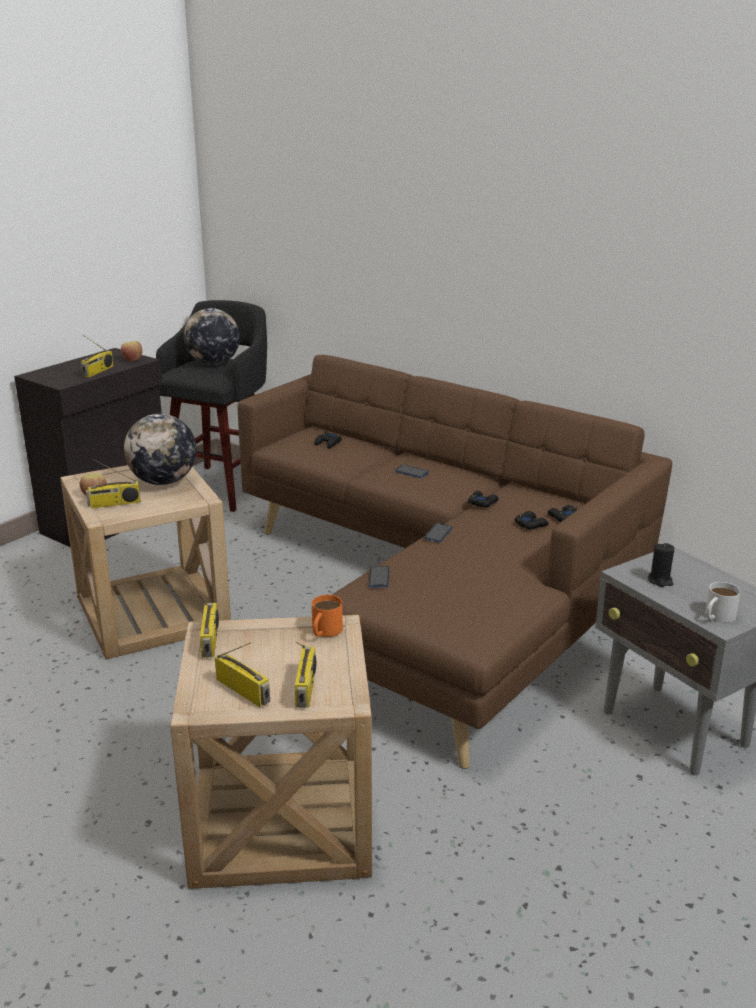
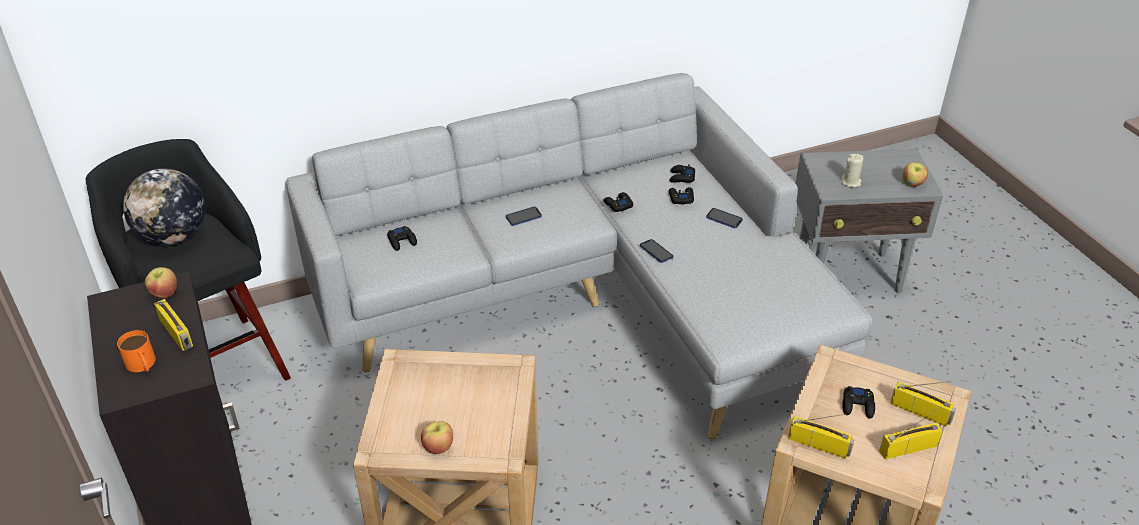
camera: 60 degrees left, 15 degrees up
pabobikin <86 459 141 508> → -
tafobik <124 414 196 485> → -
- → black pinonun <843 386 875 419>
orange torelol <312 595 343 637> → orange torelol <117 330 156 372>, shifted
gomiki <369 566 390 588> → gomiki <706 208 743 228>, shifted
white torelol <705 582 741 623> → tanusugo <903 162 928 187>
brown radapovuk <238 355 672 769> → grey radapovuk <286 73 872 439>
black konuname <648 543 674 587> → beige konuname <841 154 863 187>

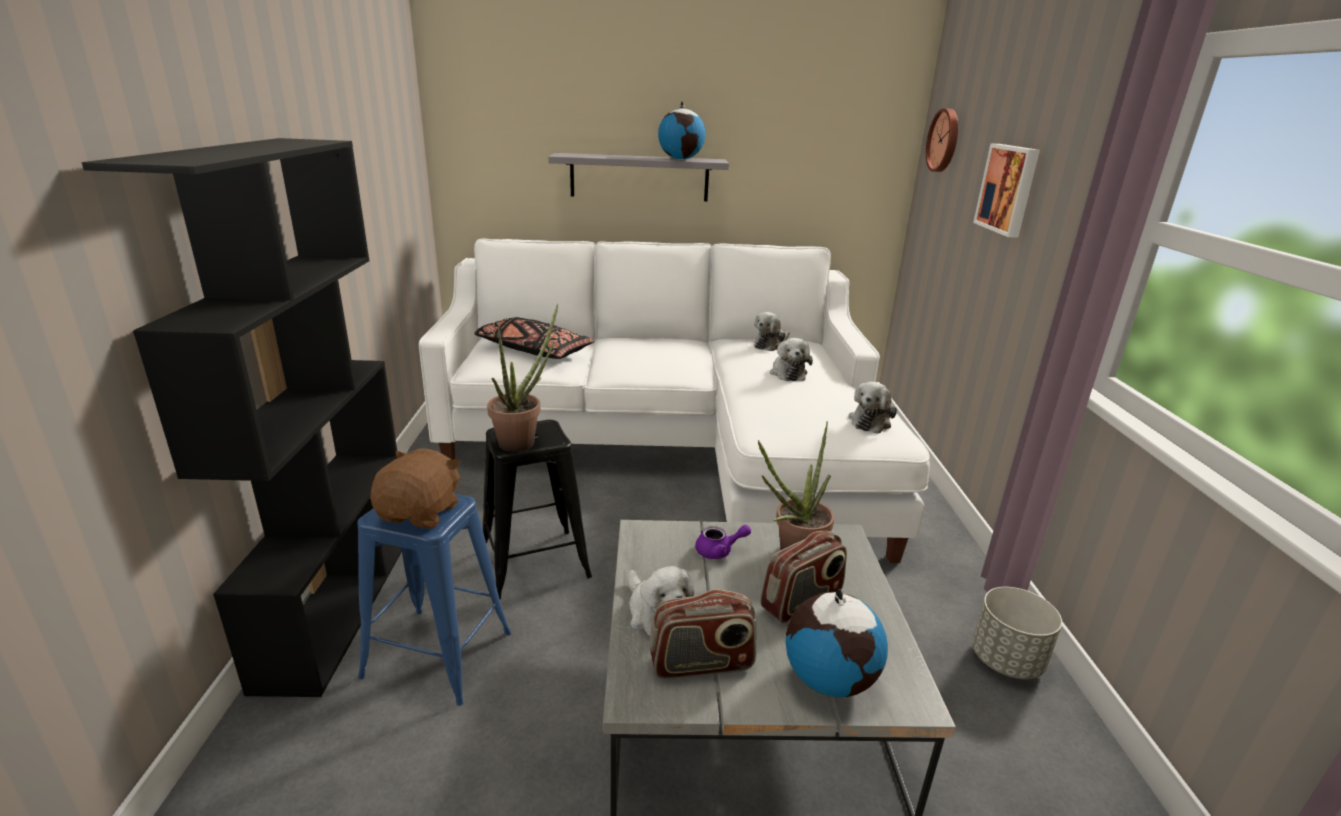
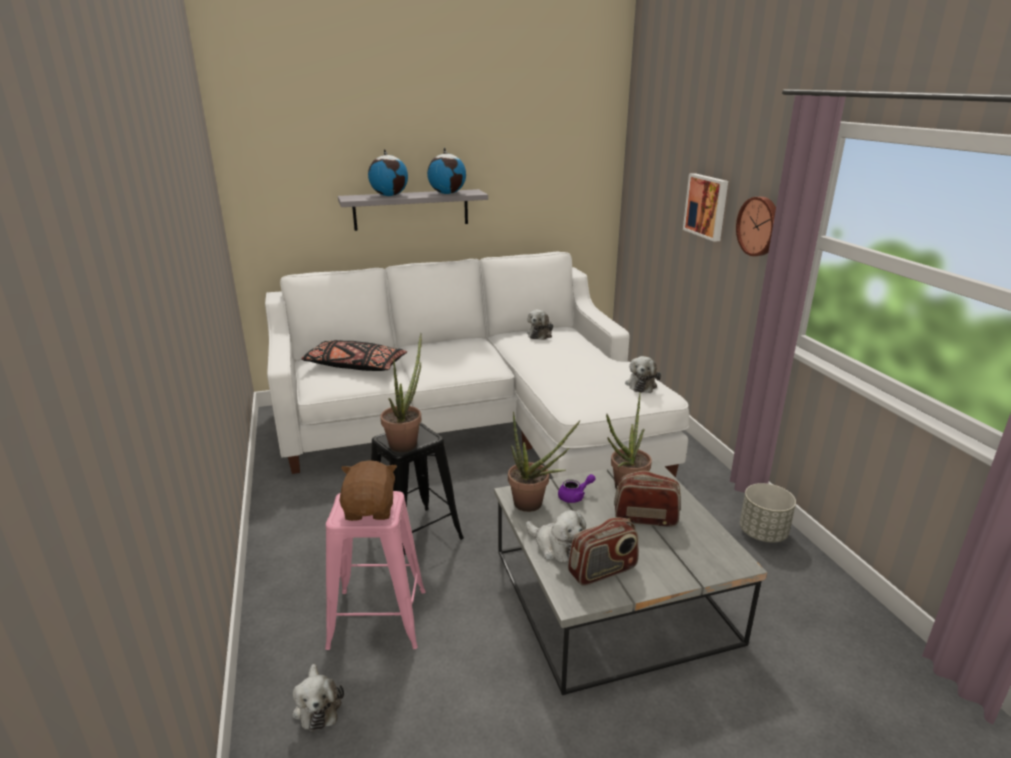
camera: 15 degrees left, 0 degrees up
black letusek <82 138 402 697> → -
- → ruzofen <508 411 580 512>
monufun <770 338 813 381> → monufun <292 664 344 732>, shifted
tafobik <785 588 888 697> → tafobik <368 149 408 196>, shifted
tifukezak <926 108 958 172> → tifukezak <736 197 776 256>, shifted
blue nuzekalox <358 494 511 706> → pink nuzekalox <325 491 426 650>
pabobikin <760 531 847 623> → pabobikin <614 471 681 527>, 120 degrees counterclockwise

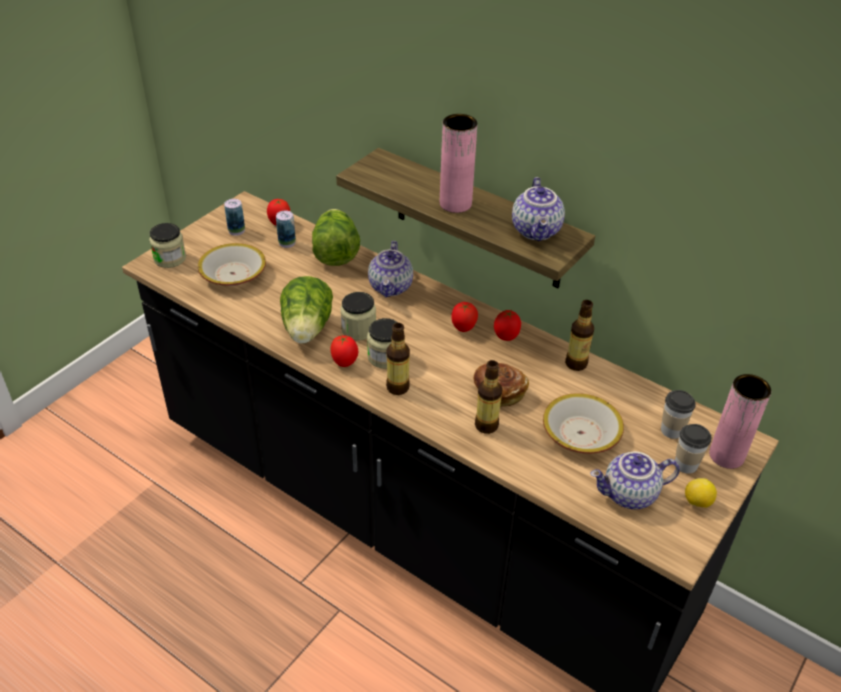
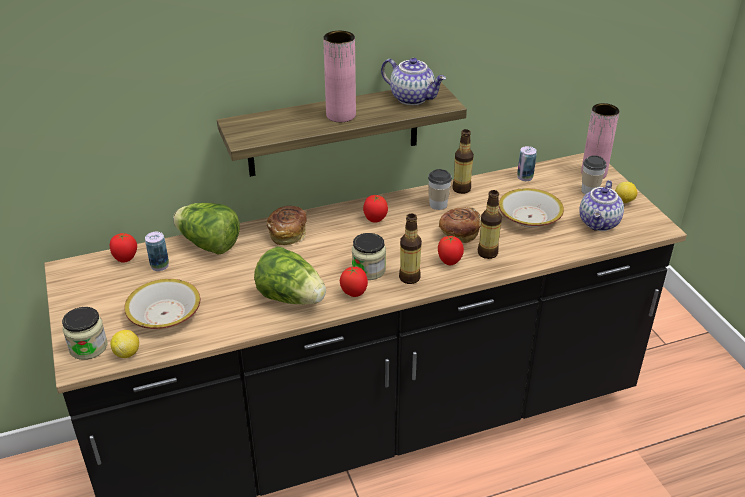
camera: 55 degrees left, 5 degrees down
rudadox <340 292 376 341> → -
- → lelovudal <110 330 139 358>
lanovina <224 199 245 236> → lanovina <517 146 537 181>, shifted
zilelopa <494 310 521 341> → zilelopa <438 236 464 265>, shifted
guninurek <661 390 696 439> → guninurek <428 169 452 210>, shifted
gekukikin <368 241 413 297> → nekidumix <267 206 307 245>

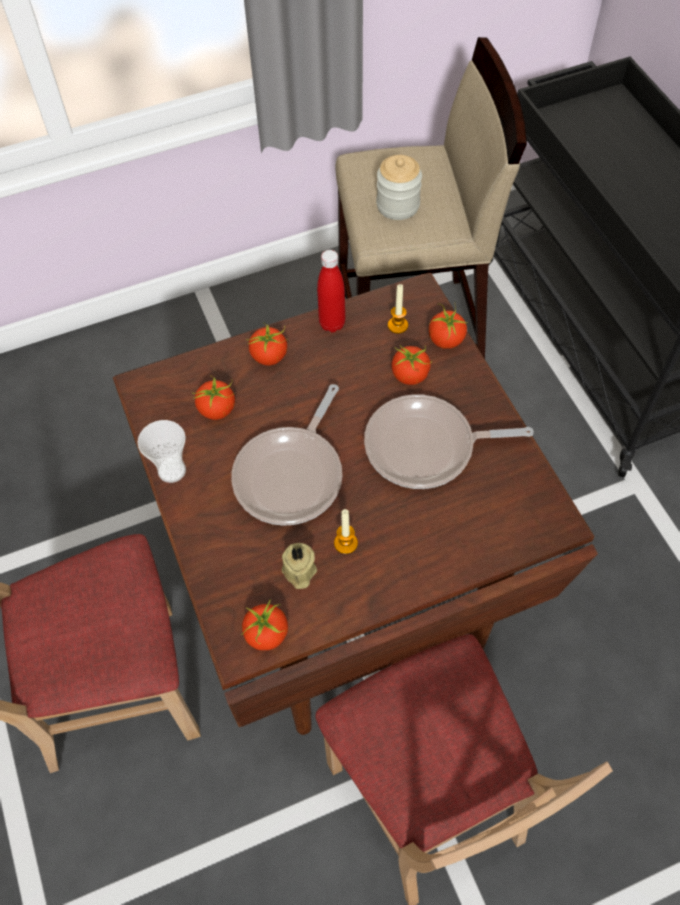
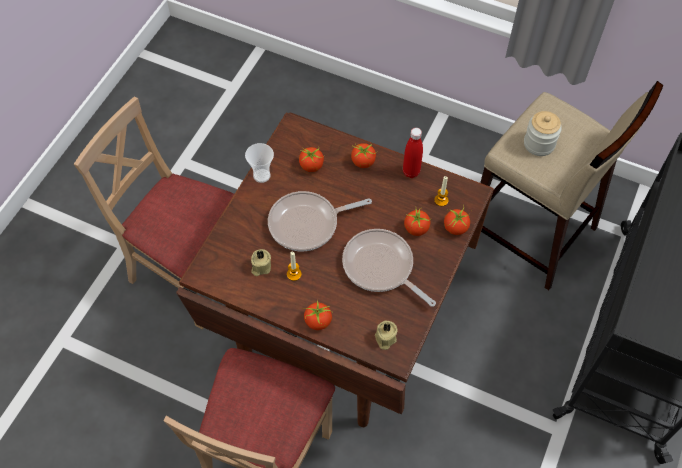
camera: 45 degrees right, 0 degrees up
- → beige konuname <375 320 398 350>
zilelopa <241 599 288 650> → zilelopa <304 300 332 330>, shifted

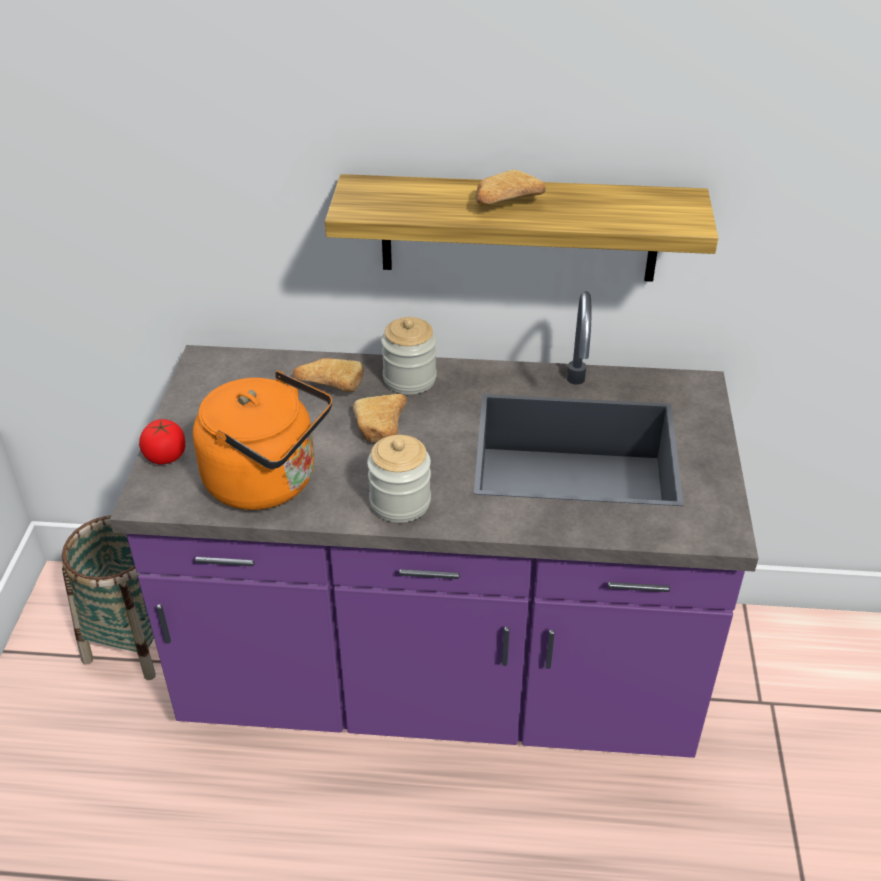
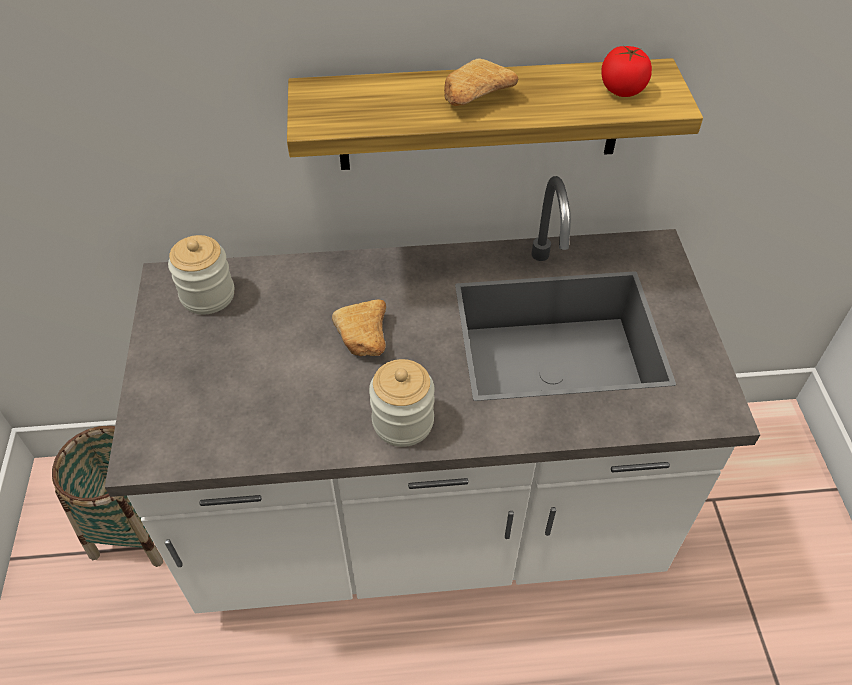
camera: 10 degrees left, 10 degrees up
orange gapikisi <193 371 332 510> → -
nekidumix <293 358 364 392> → -
zilelopa <139 419 185 465> → zilelopa <601 46 652 97>, shifted
rudadox <381 317 437 394> → rudadox <168 235 234 315>, shifted
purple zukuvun <110 291 758 758> → white zukuvun <105 176 760 613>

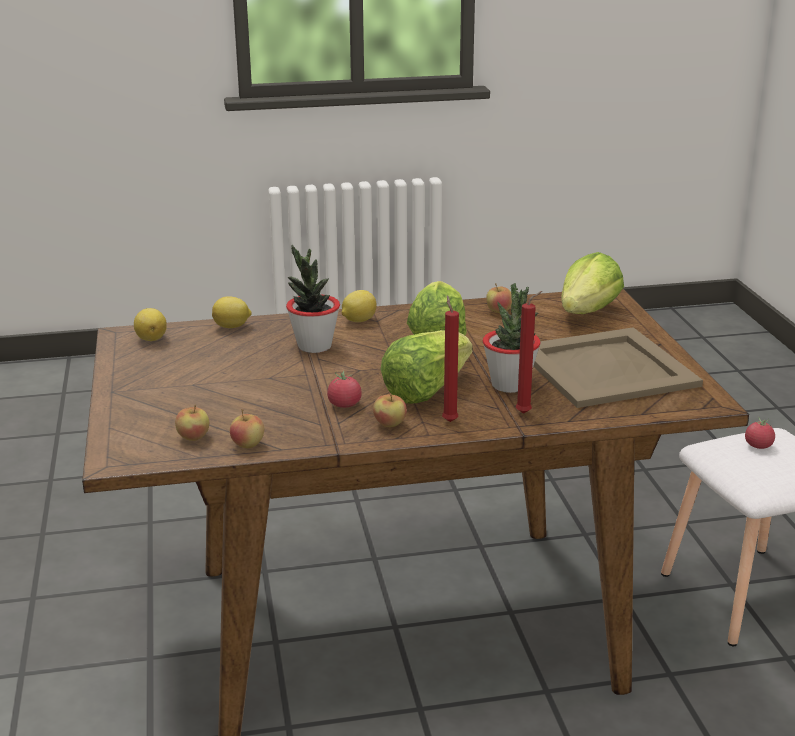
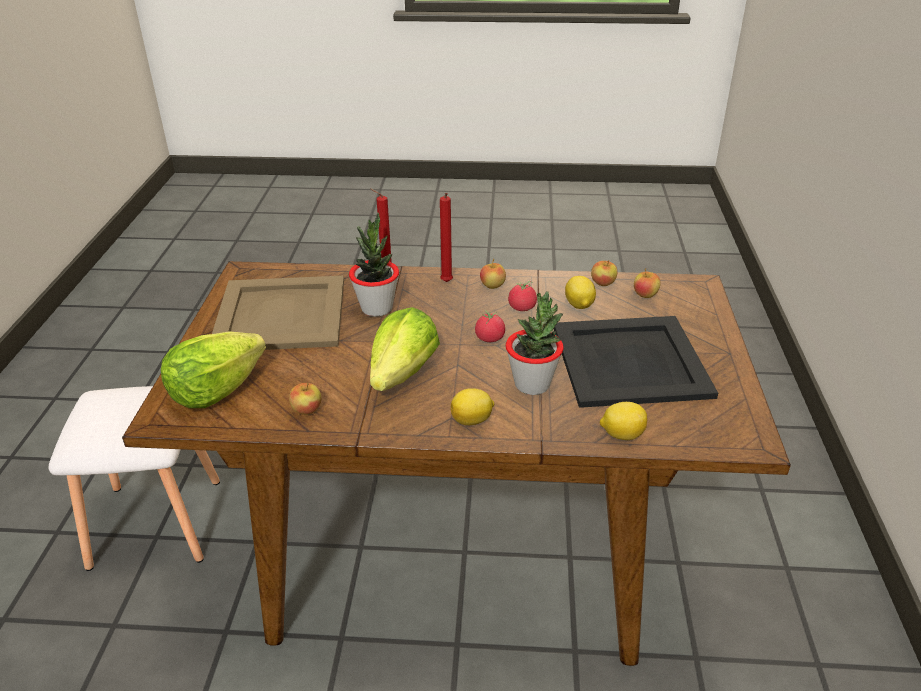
camera: 165 degrees left, 10 degrees up
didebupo <381 330 473 404> → -
- → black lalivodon <554 316 718 408>
lelovudal <134 308 167 341> → lelovudal <565 276 596 309>, shifted
zilelopa <745 417 775 449> → zilelopa <475 310 505 342>, shifted

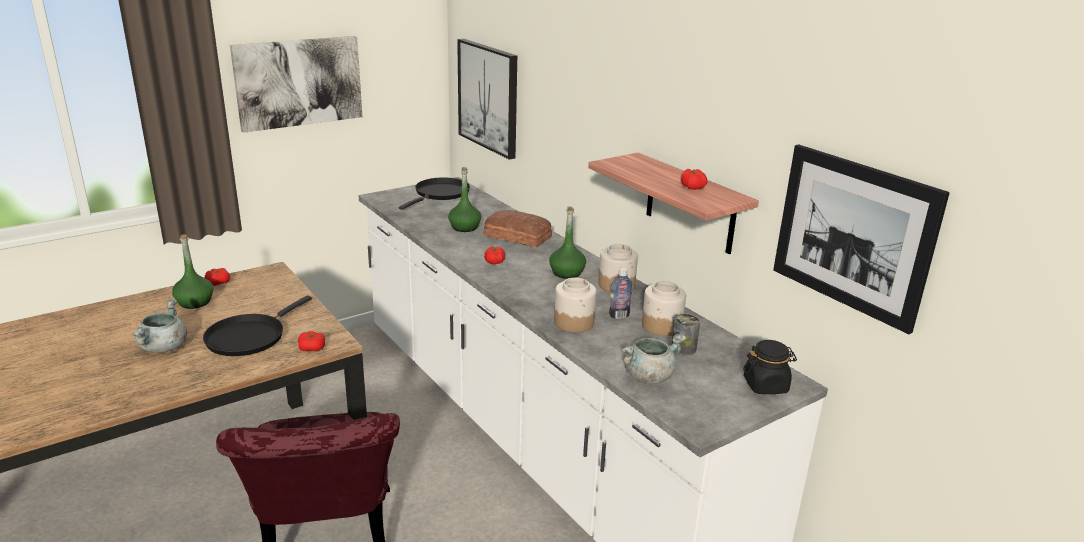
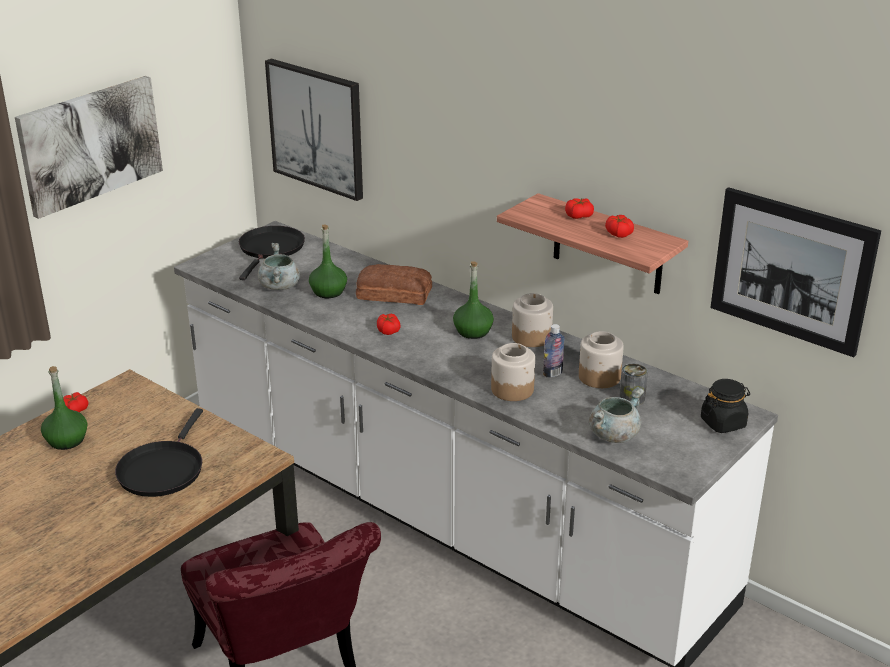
camera: 15 degrees left, 5 degrees up
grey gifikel <132 299 187 353> → grey gifikel <258 243 300 290>, shifted
zilelopa <298 331 325 351> → zilelopa <565 198 594 219>, shifted

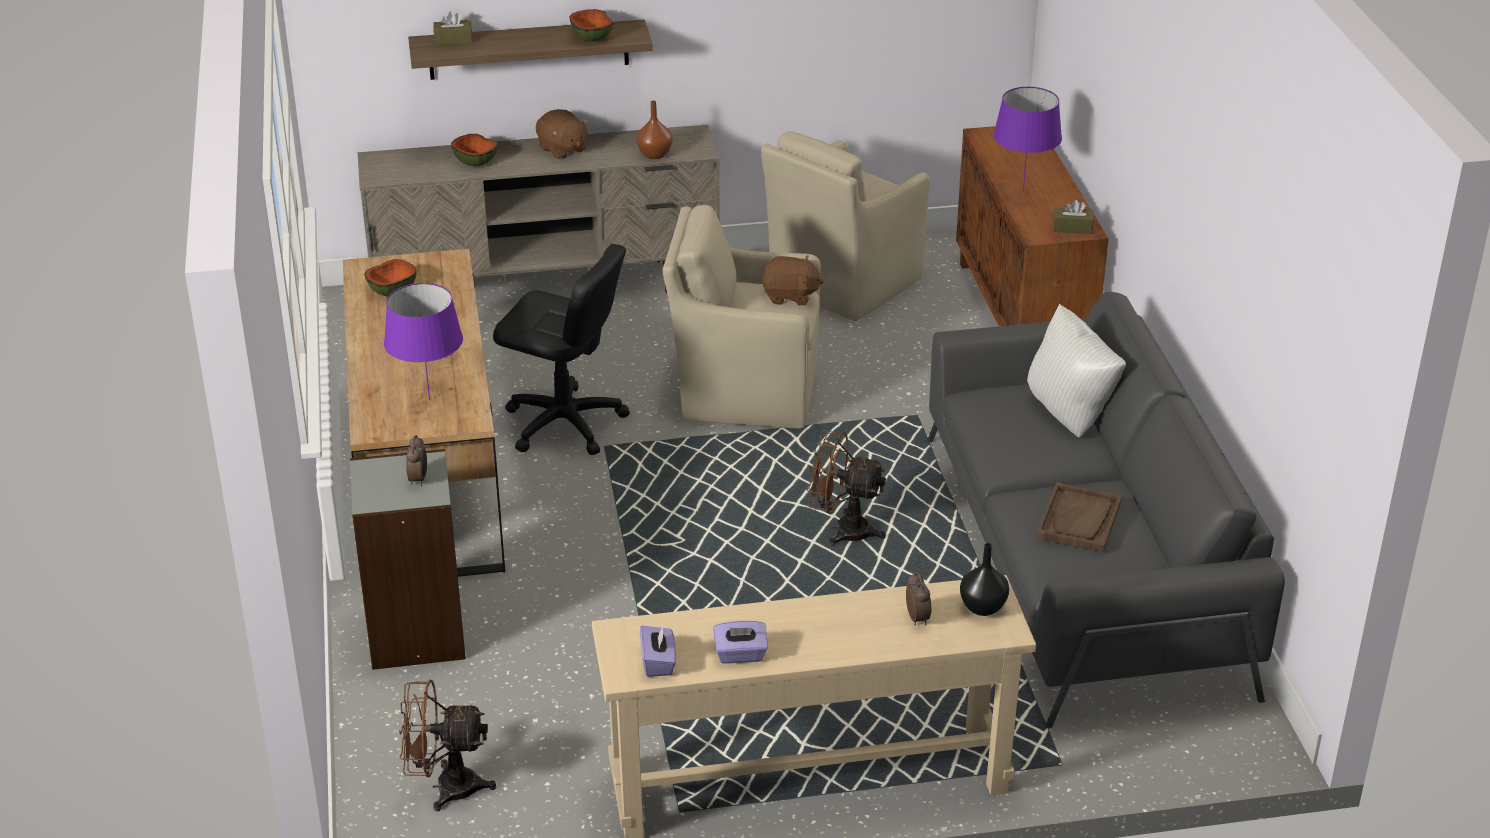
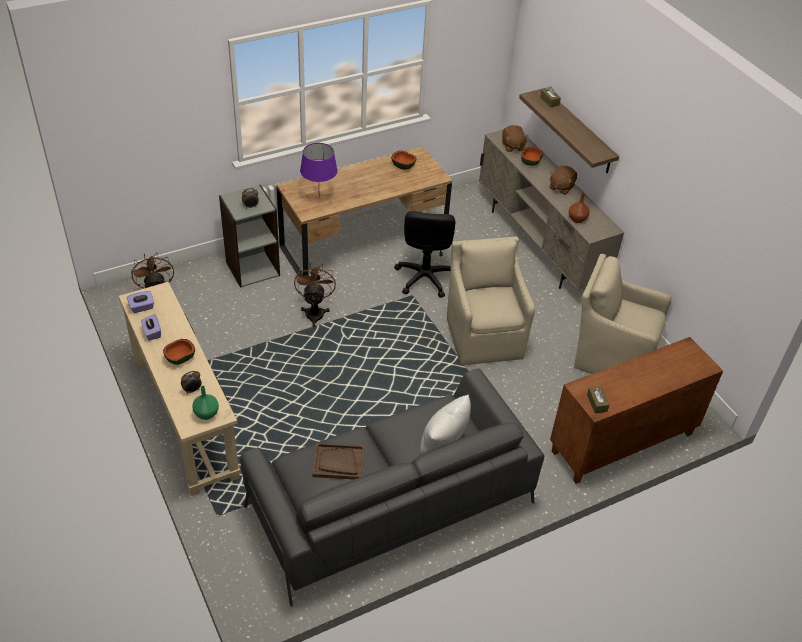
camera: 70 degrees right, 10 degrees up
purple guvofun <993 87 1062 191> → -
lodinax <569 9 613 42> → lodinax <163 339 195 365>, shifted
brown monufun <761 255 824 306> → brown monufun <502 125 528 152>, shifted
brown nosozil <807 430 886 546> → brown nosozil <294 263 336 327>, shifted
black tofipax <960 543 1009 616> → green tofipax <192 386 219 420>

